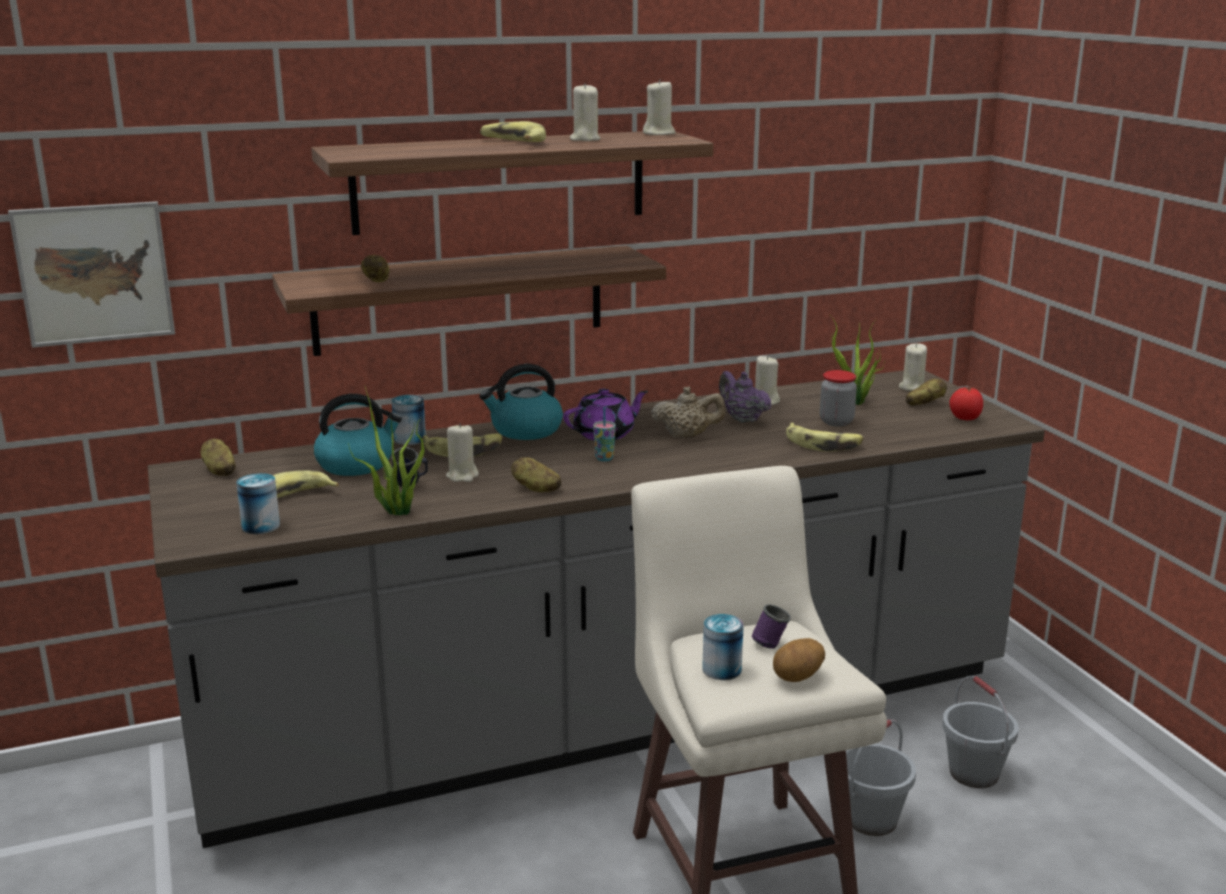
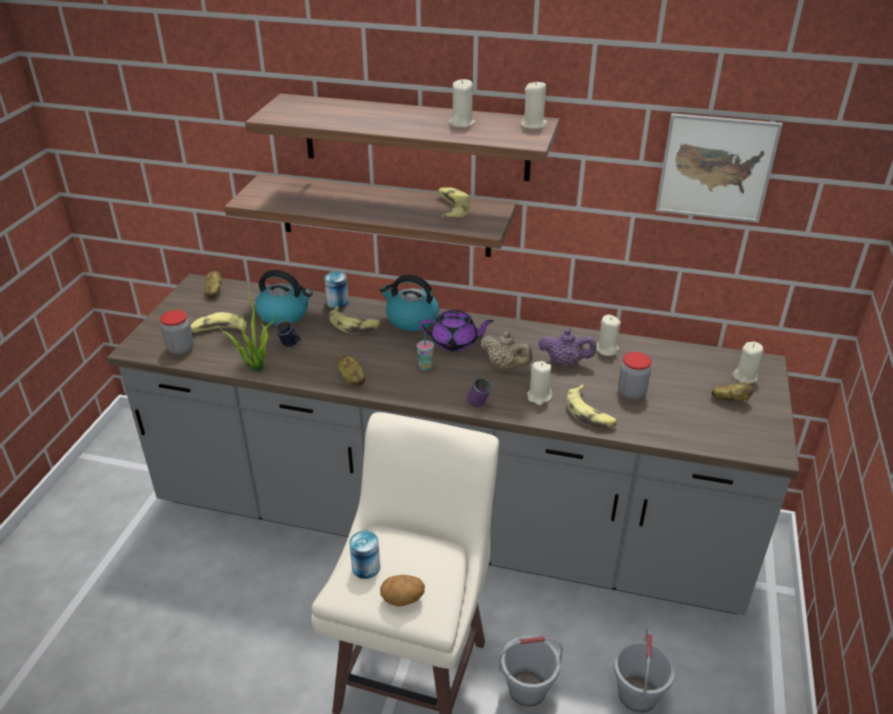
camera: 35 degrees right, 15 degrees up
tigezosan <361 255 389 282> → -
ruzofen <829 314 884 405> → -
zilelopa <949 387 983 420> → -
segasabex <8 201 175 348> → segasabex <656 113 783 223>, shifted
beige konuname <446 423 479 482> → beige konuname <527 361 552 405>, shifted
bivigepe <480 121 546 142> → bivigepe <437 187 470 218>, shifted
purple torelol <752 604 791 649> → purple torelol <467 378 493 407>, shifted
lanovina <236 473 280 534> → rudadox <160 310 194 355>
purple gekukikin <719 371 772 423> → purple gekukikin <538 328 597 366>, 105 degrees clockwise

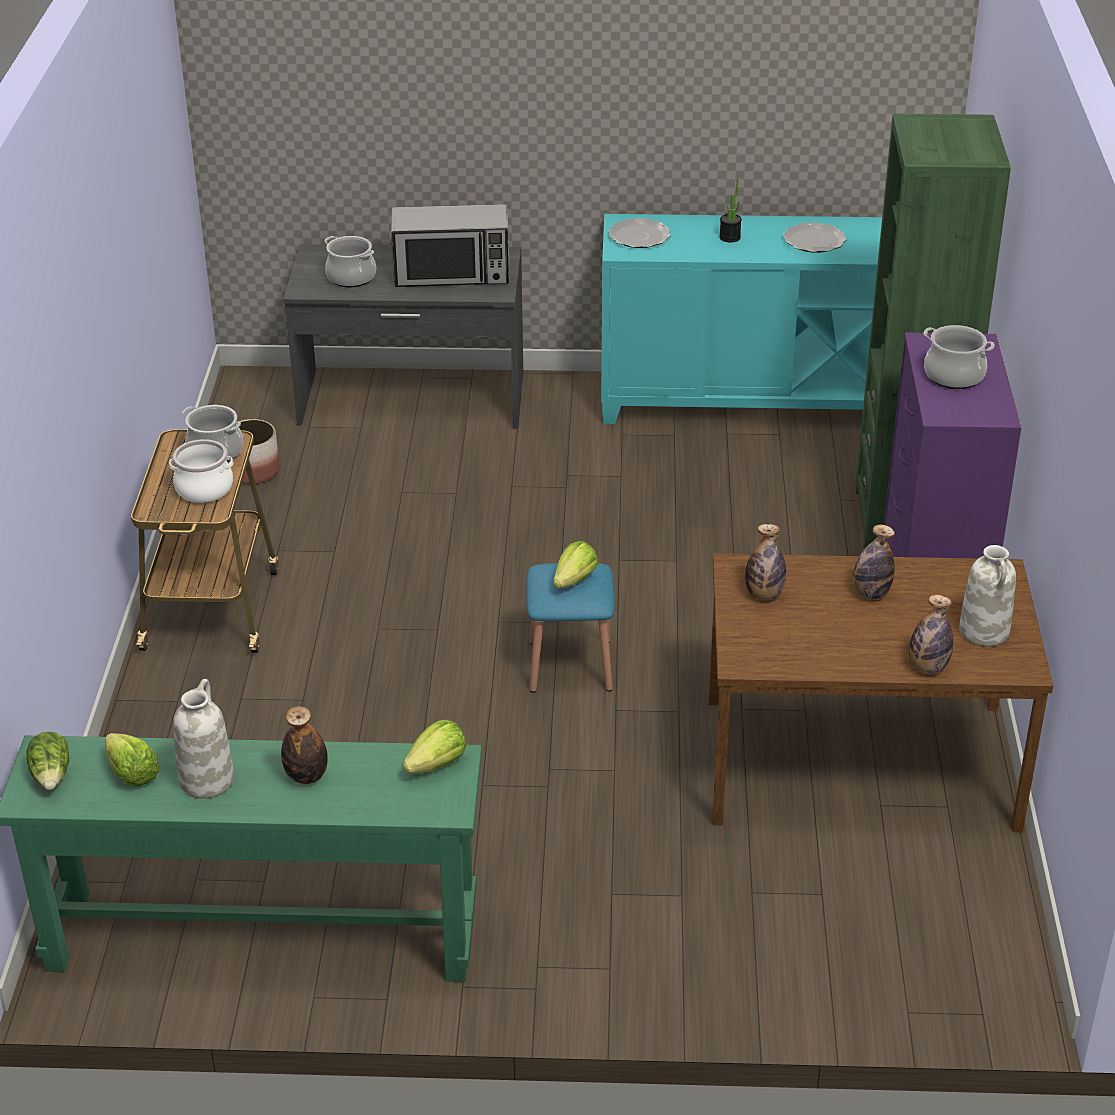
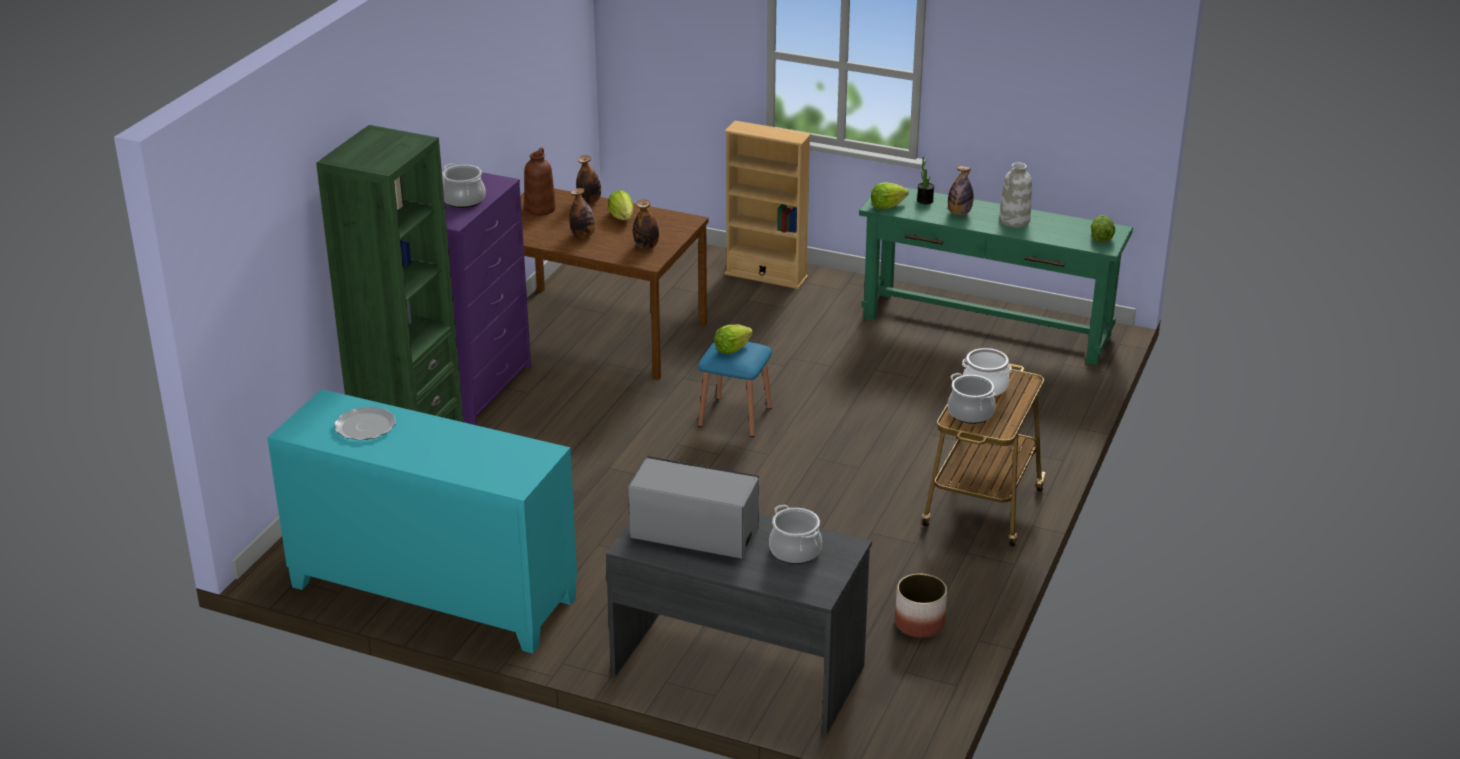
camera: 160 degrees left, 5 degrees down
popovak <609 218 671 248> → -
- → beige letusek <724 121 811 289>
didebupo <105 733 160 786> → didebupo <608 190 633 220>, shifted
ruzofen <719 178 742 243> → ruzofen <917 157 934 204>, shifted
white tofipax <959 545 1016 647> → brown tofipax <524 147 555 216>

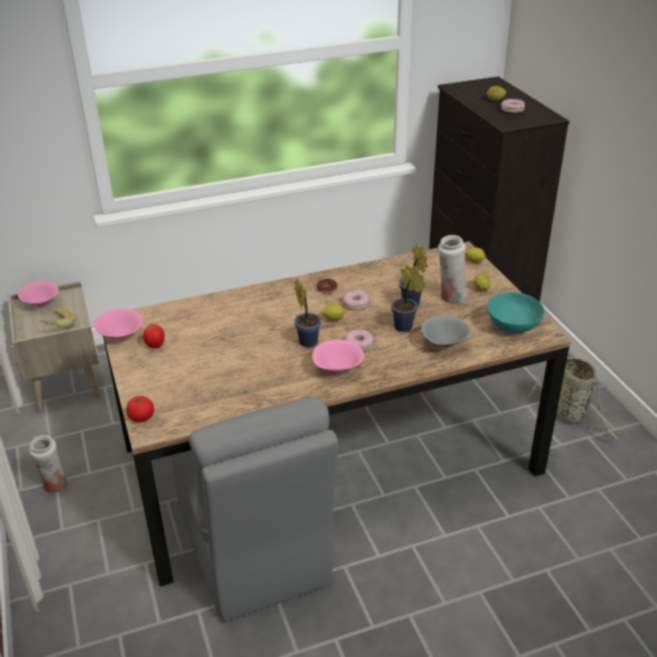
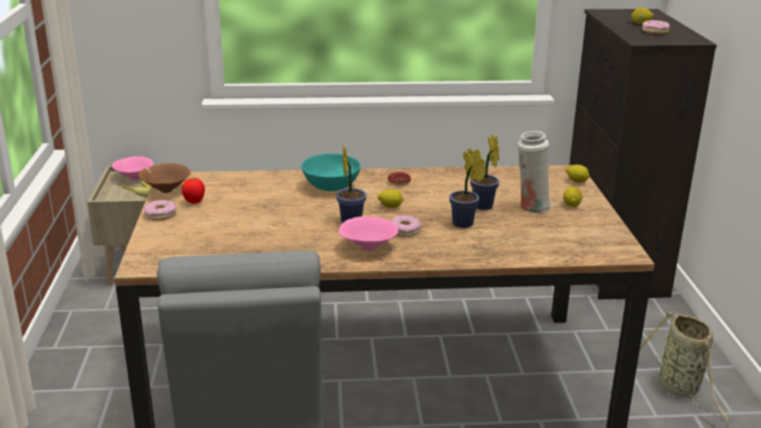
camera: 15 degrees right, 10 degrees down
white tofipax <29 435 69 493> → -
zilelopa <126 396 154 422> → -
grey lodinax <421 315 471 347> → -
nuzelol <343 290 370 310> → nuzelol <144 200 176 220>, shifted
turquoise lodinax <487 292 544 334> → turquoise lodinax <301 154 361 191>, shifted
pink lodinax <93 308 143 340> → brown lodinax <138 163 191 193>

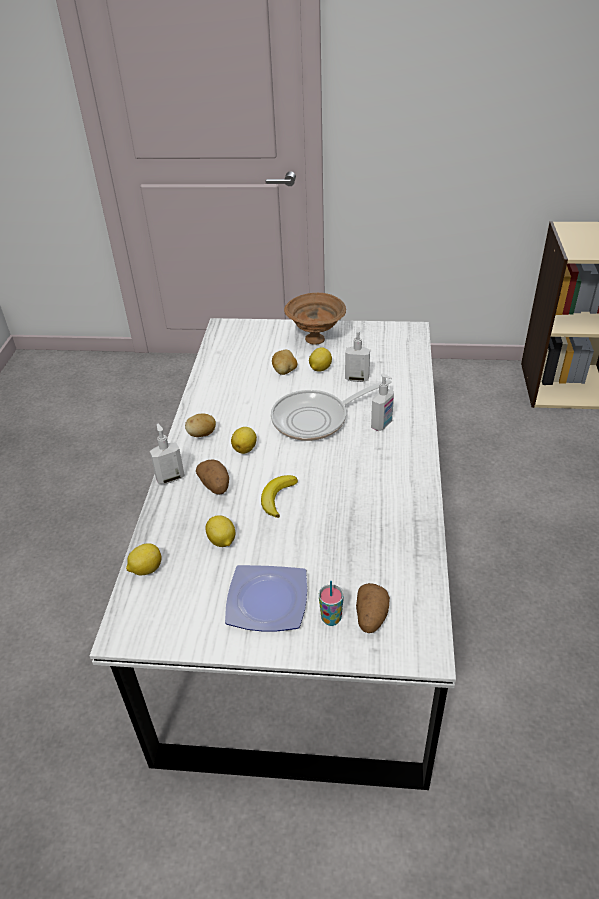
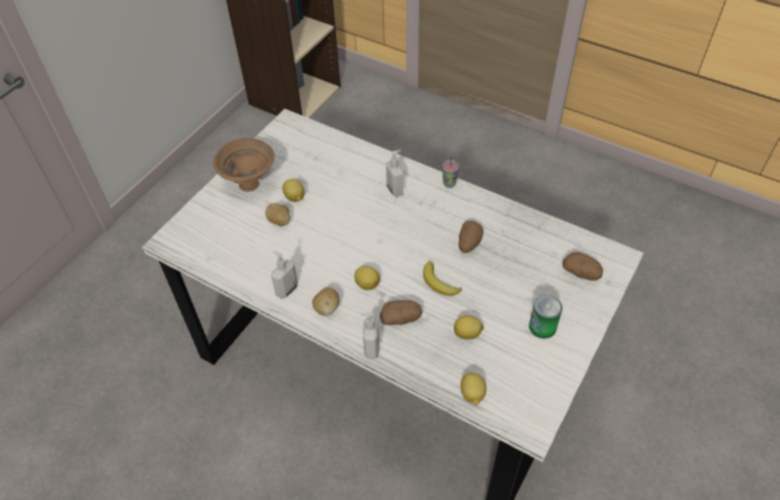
camera: 65 degrees left, 10 degrees up
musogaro <271 379 392 441> → -
- → tigezosan <459 221 484 253>
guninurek <319 581 344 626> → guninurek <442 156 459 188>, shifted
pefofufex <345 327 370 382> → pefofufex <271 250 298 299>, shifted
popovak <225 565 307 632> → lanovina <529 295 562 339>

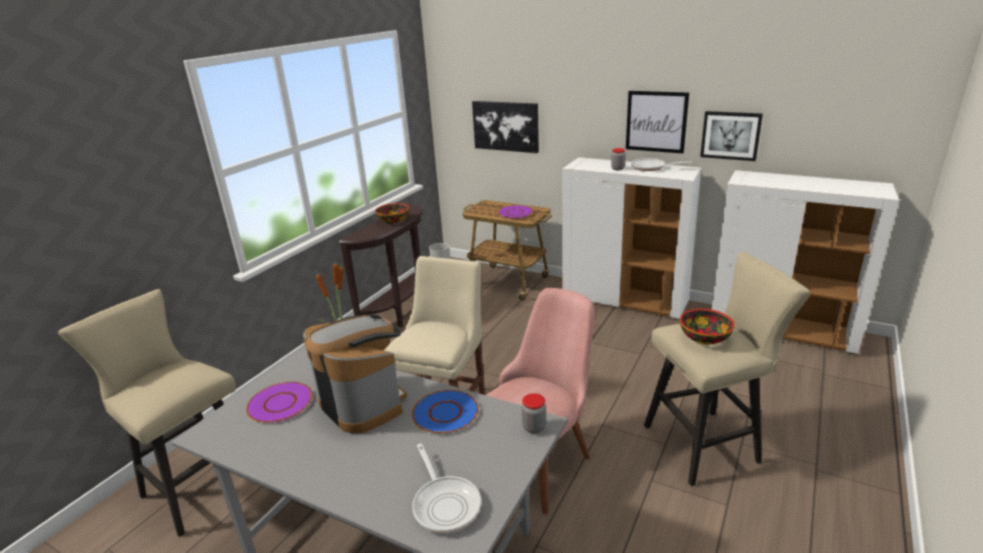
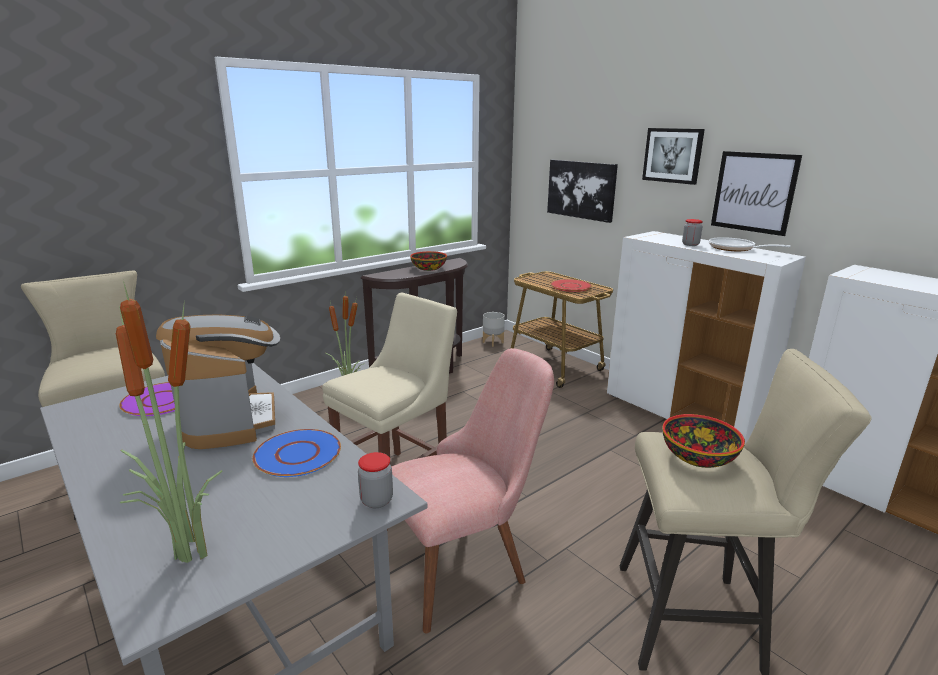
camera: 20 degrees right, 5 degrees down
segasabex <700 111 763 161> → segasabex <642 128 705 185>, shifted
musogaro <412 443 481 533> → ruzofen <116 281 223 563>
purple popovak <498 205 533 219> → red popovak <551 279 592 292>

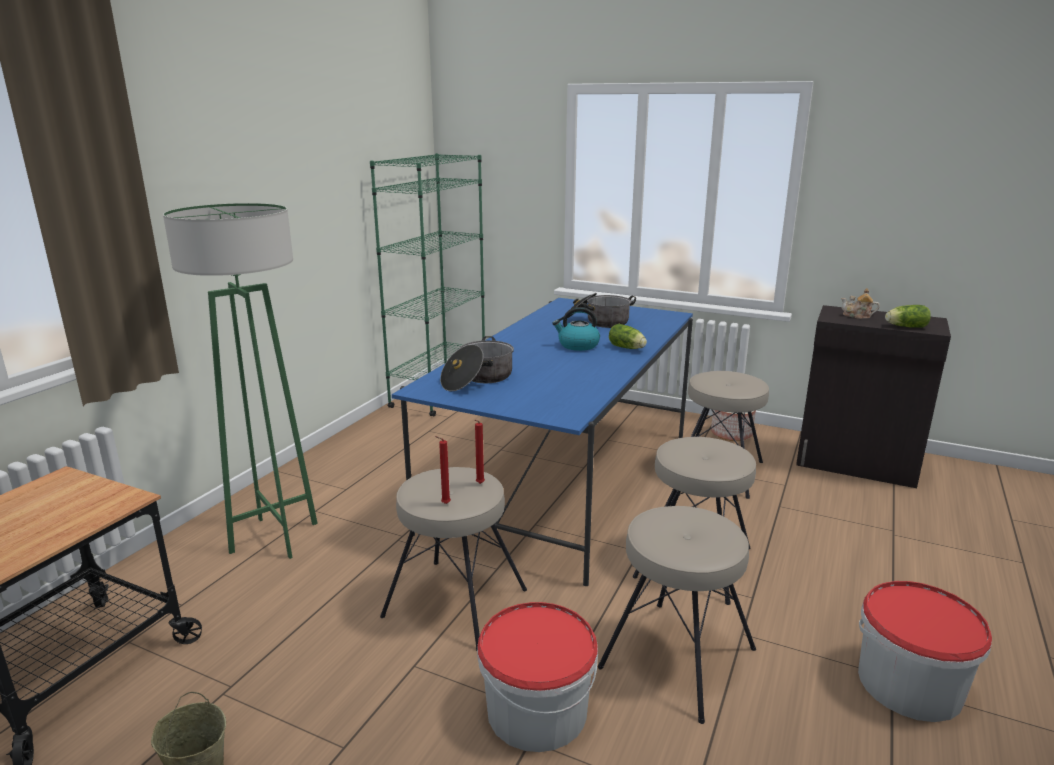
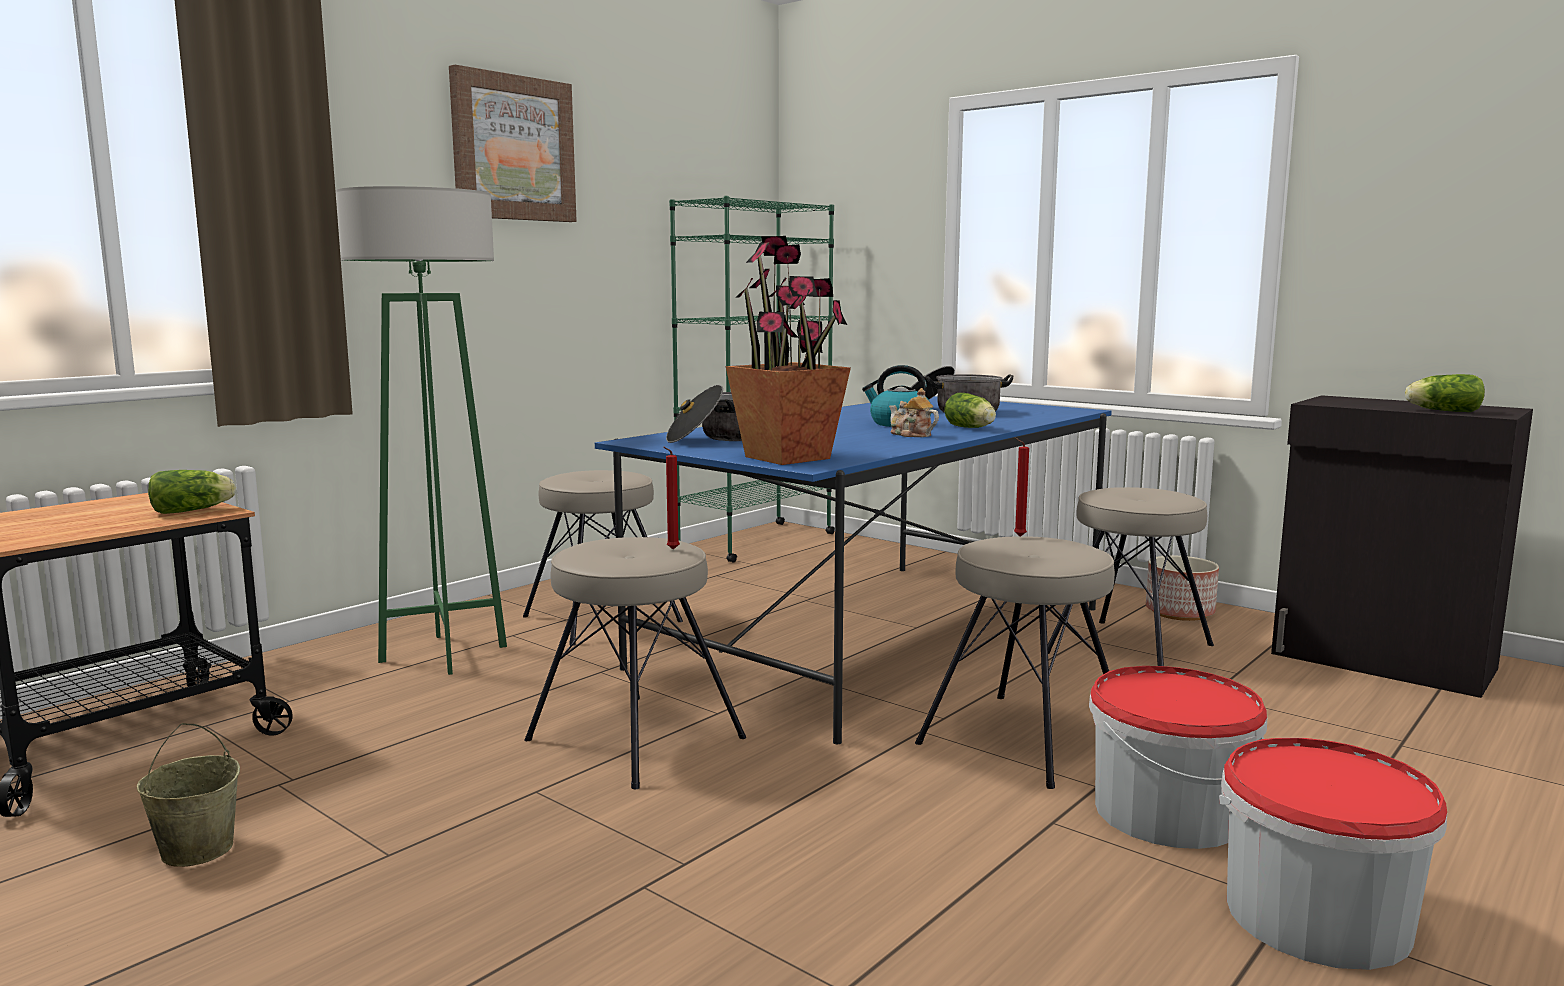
camera: 15 degrees right, 10 degrees down
- → didebupo <148 470 236 514>
- → segasabex <449 65 577 222>
- → ruzofen <726 236 851 465>
red konuname <435 436 451 504> → red konuname <1014 438 1029 537>, shifted
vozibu <477 602 598 752> → vozibu <1089 666 1267 849>, shifted
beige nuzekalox <598 506 756 724> → beige nuzekalox <523 470 683 645>, shifted
gekukikin <841 288 880 319> → gekukikin <889 388 939 437>, shifted

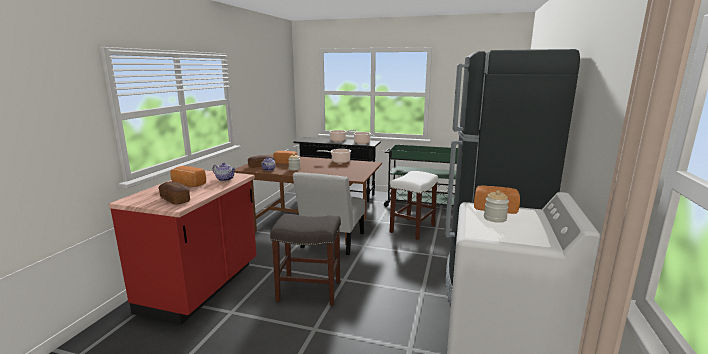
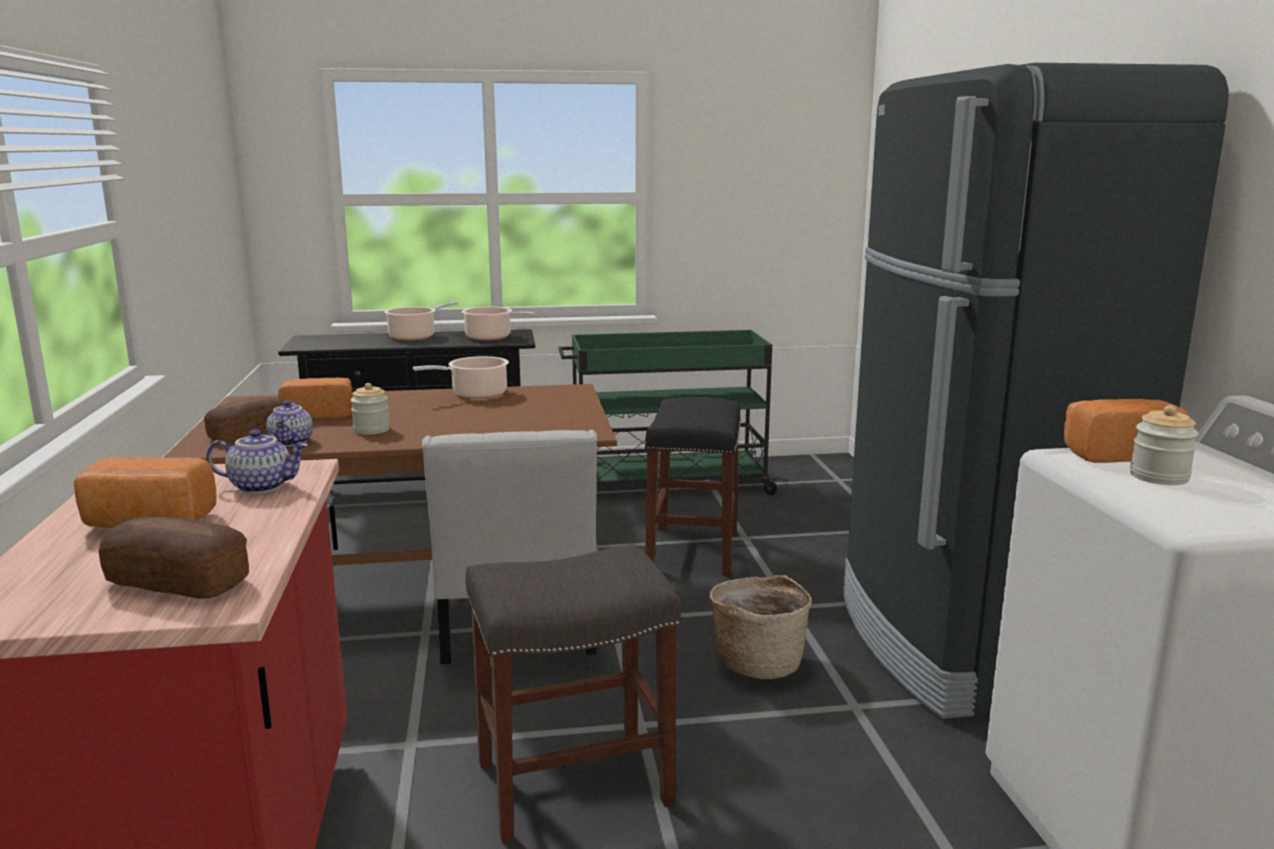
camera: 25 degrees left, 0 degrees up
- → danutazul <710 575 812 679>
white nuzekalox <390 171 438 240> → black nuzekalox <644 397 741 576>

